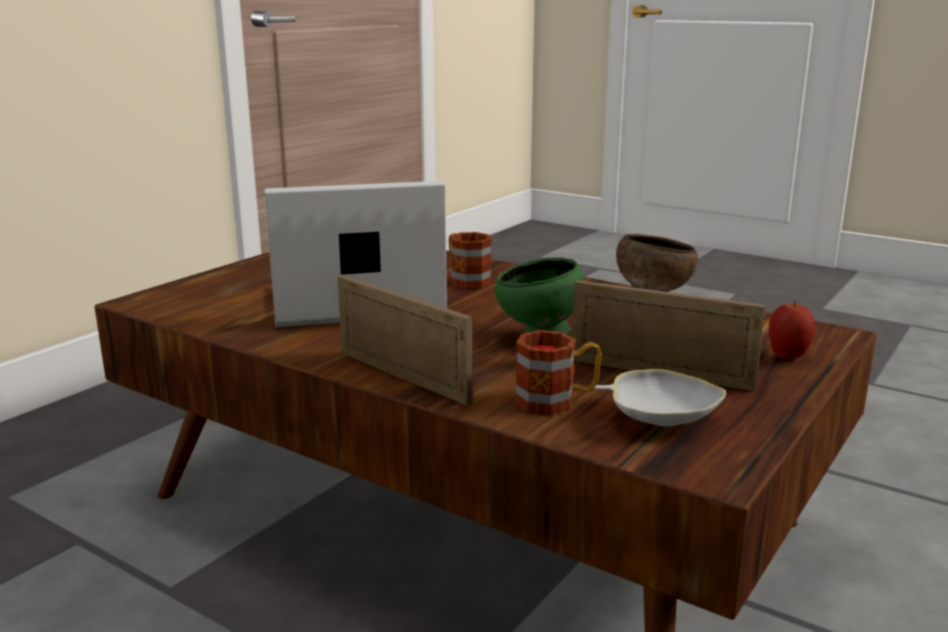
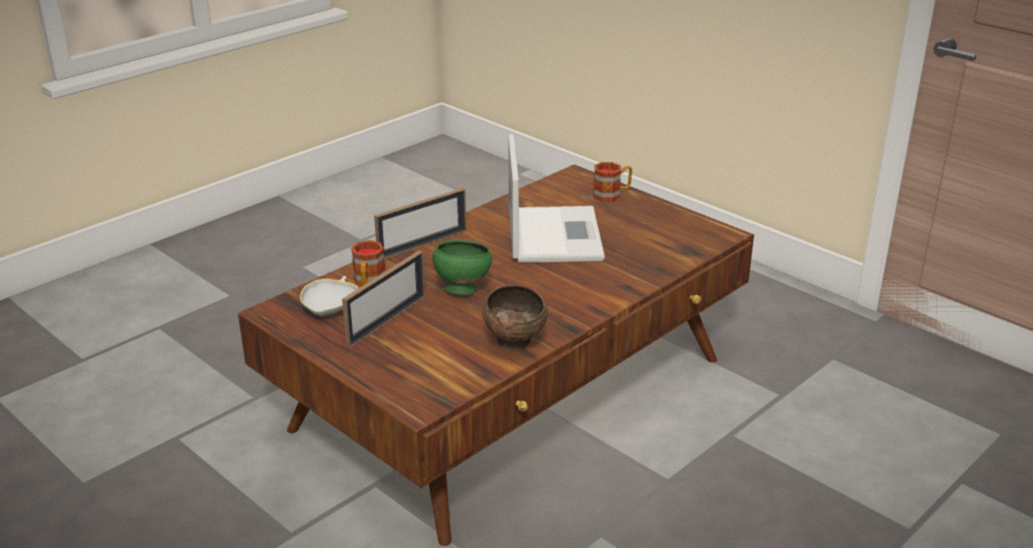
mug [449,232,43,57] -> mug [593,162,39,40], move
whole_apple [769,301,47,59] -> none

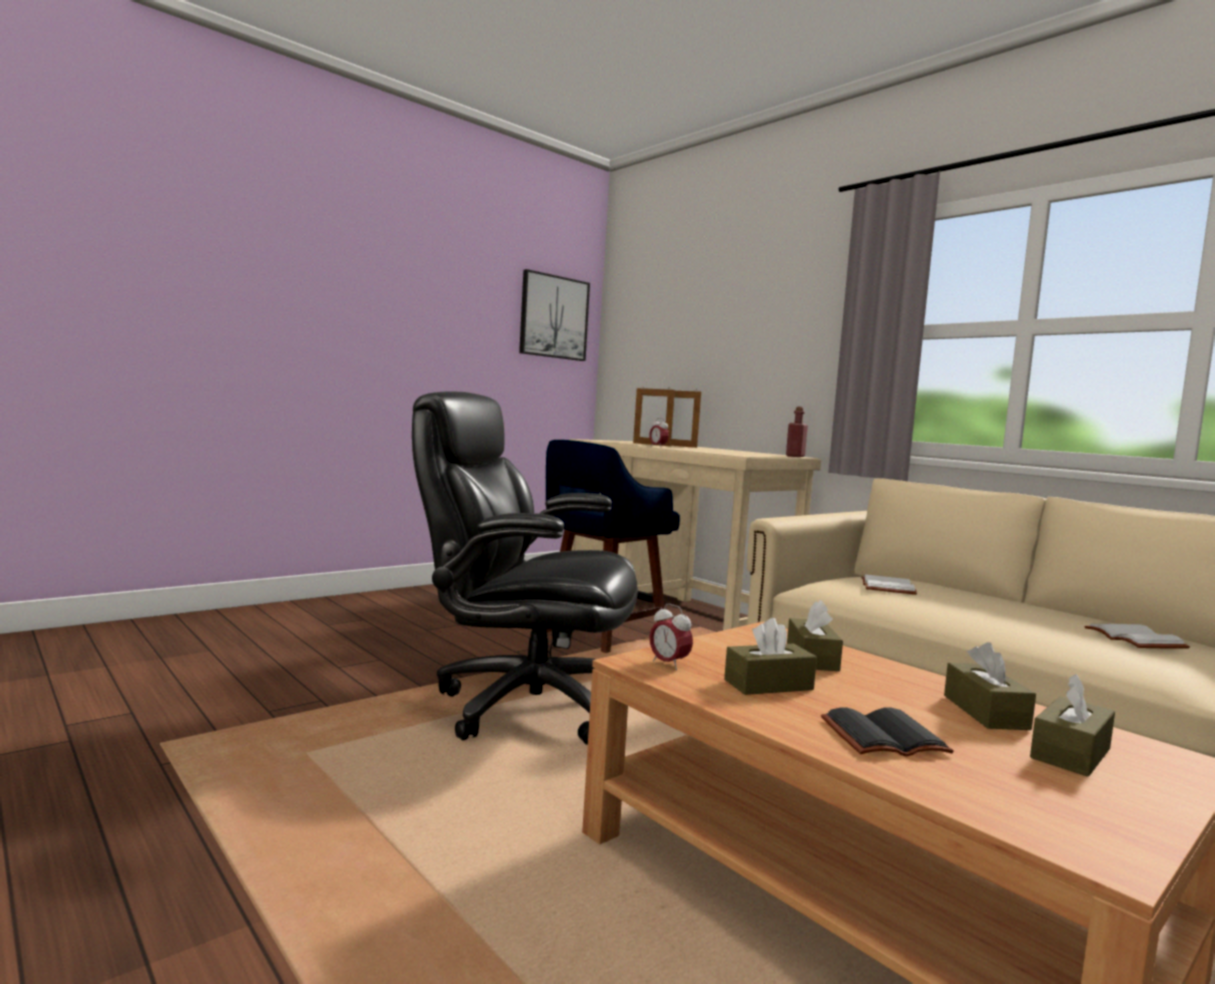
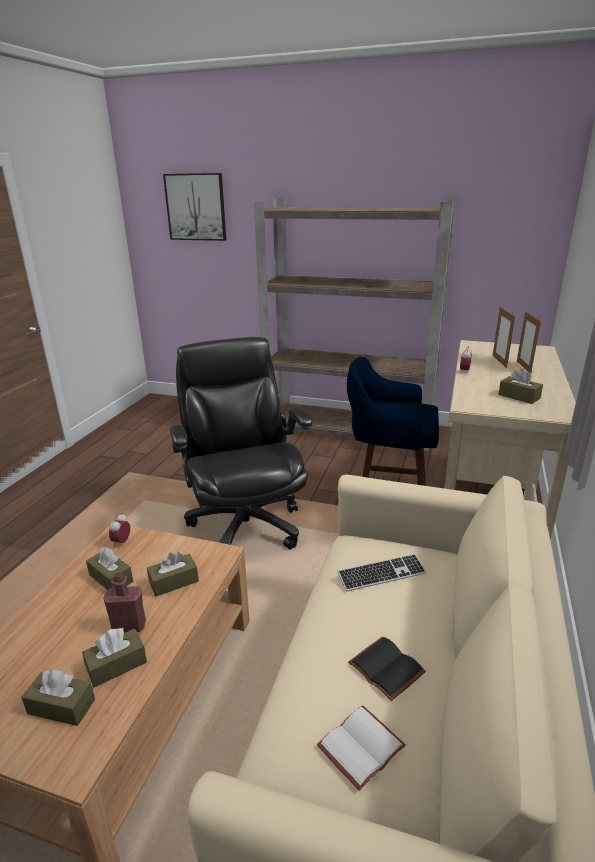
picture [519,269,71,92] -> picture [163,173,63,68], move
red-coloured_bottle [786,407,22,50] -> red-coloured_bottle [103,572,43,61], move
white-coloured_bound_book [861,574,56,21] -> computer_keyboard [337,554,90,38]
blackish_bound_book [821,707,133,50] -> blackish_bound_book [348,636,78,65], move
none -> brown_shelving_unit [254,198,202,253]
none -> brown_box_of_tissues [498,368,45,36]

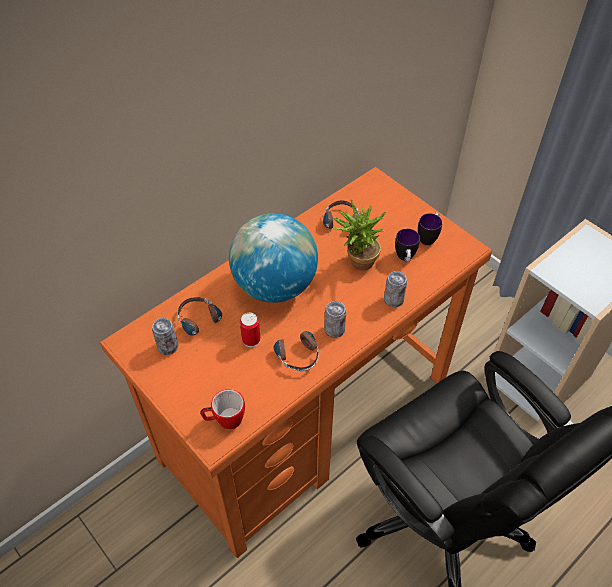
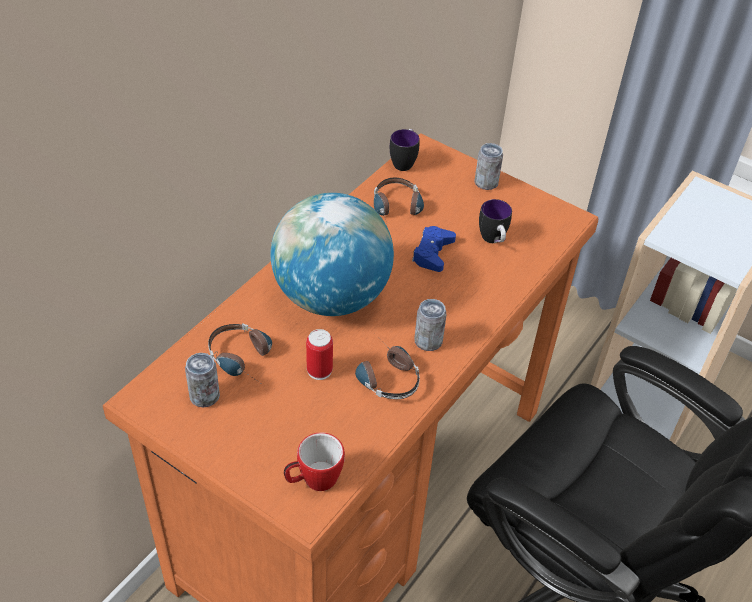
plant_in_a_pot [332,200,55,70] -> blue-coloured_gamepad [412,226,44,46]
mug [418,213,24,32] -> mug [390,129,30,42], move
sealed_can [384,271,23,36] -> sealed_can [474,143,29,47], move

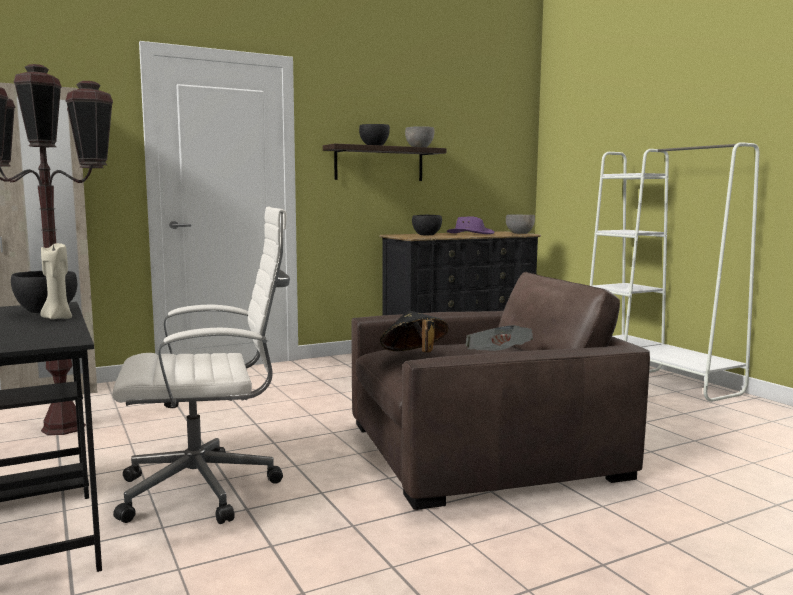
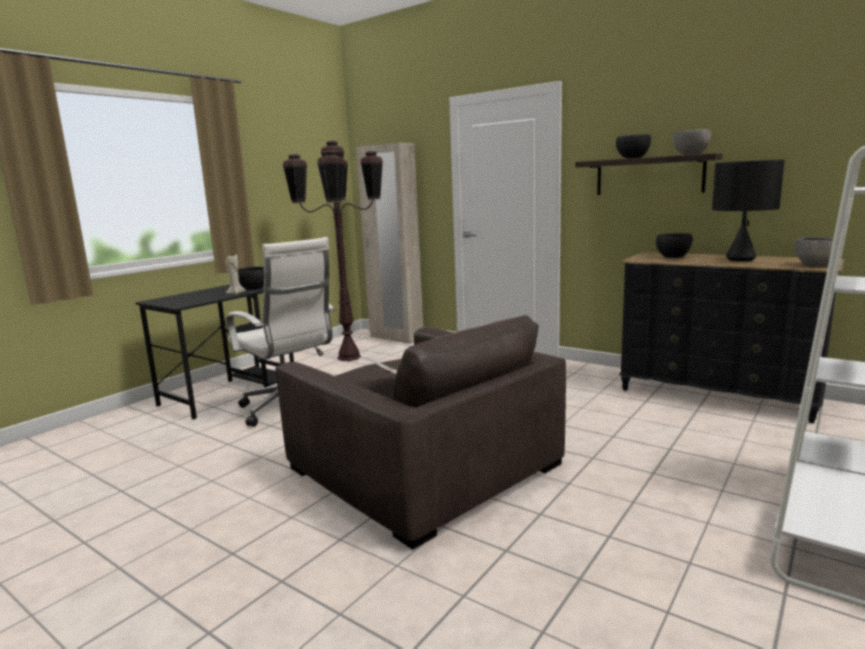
purplish_clothing_hat [447,216,48,18] -> blackish_lamp_for_a_table [712,160,73,101]
blackish_clothing_hat [380,311,68,41] -> none

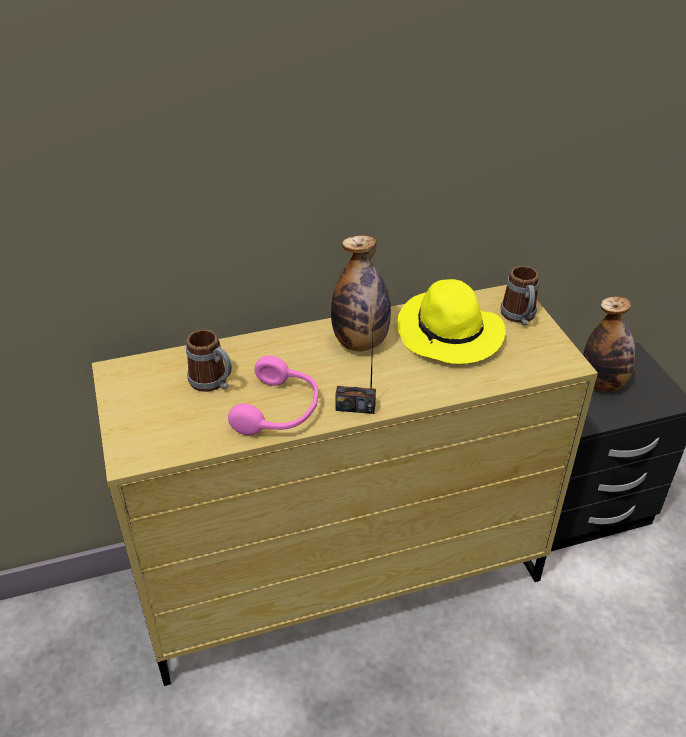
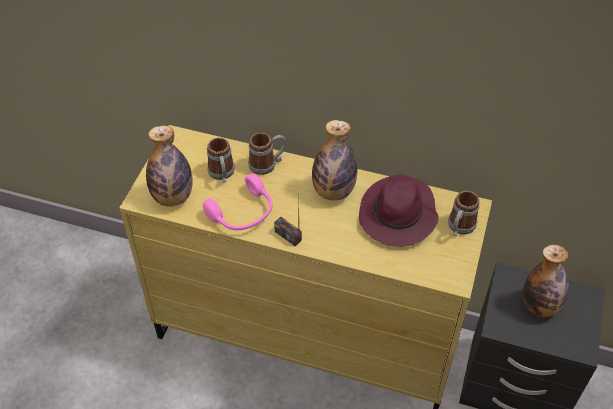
yellowish_clothing_hat [397,279,109,85] -> purplish_clothing_hat [359,175,80,72]
none -> bottle [146,125,46,82]
none -> mug [248,133,39,42]

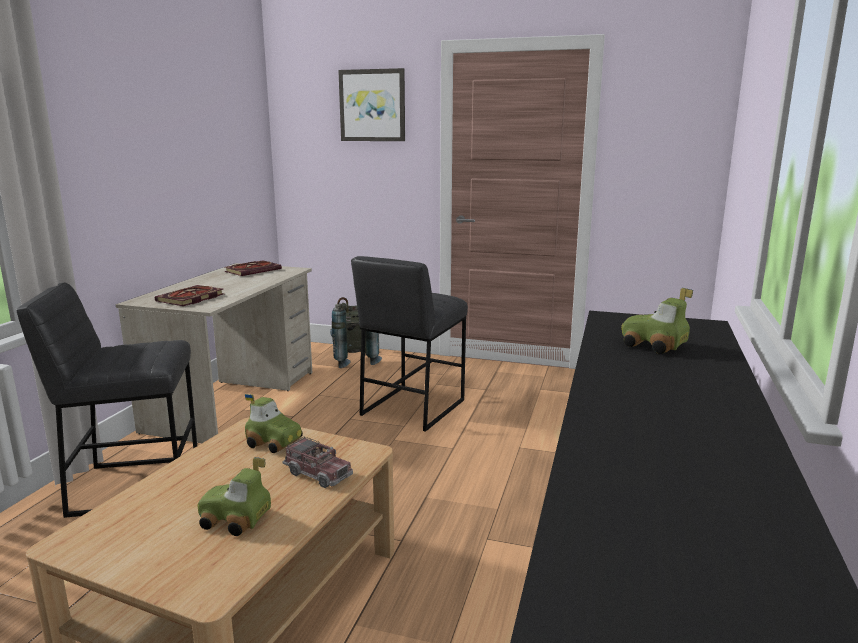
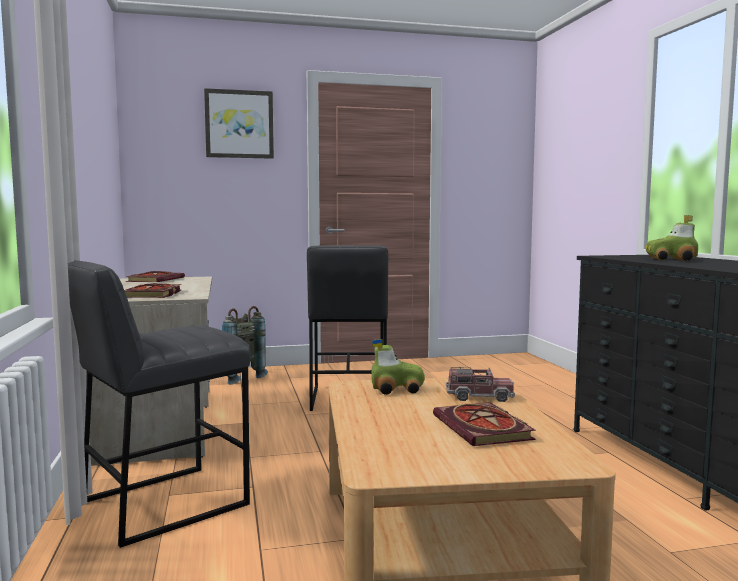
model_car [197,457,74,79] -> bound_book [433,402,103,44]

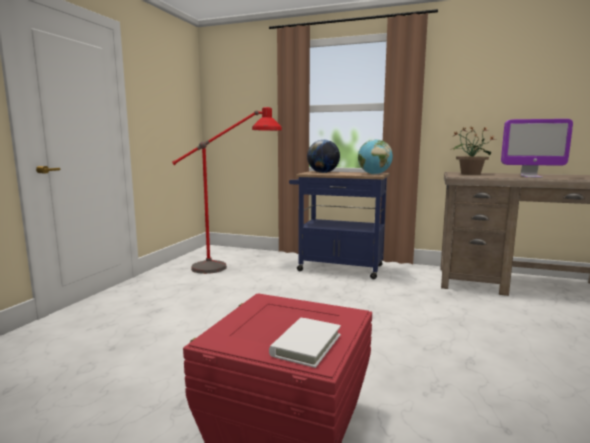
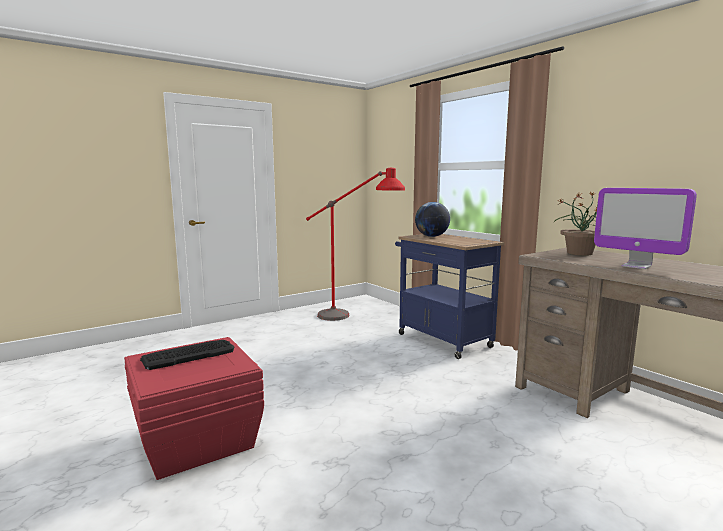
globe [358,139,35,36] -> none
white-coloured_bound_book [269,318,72,50] -> none
none -> computer_keyboard [140,340,95,30]

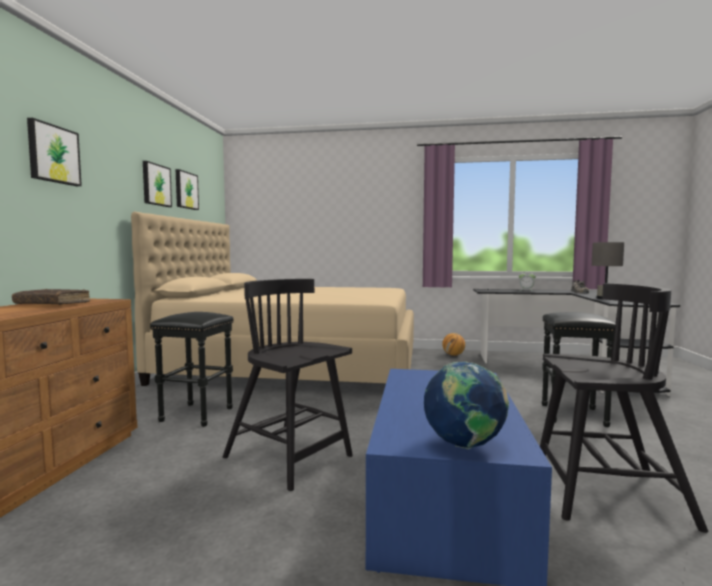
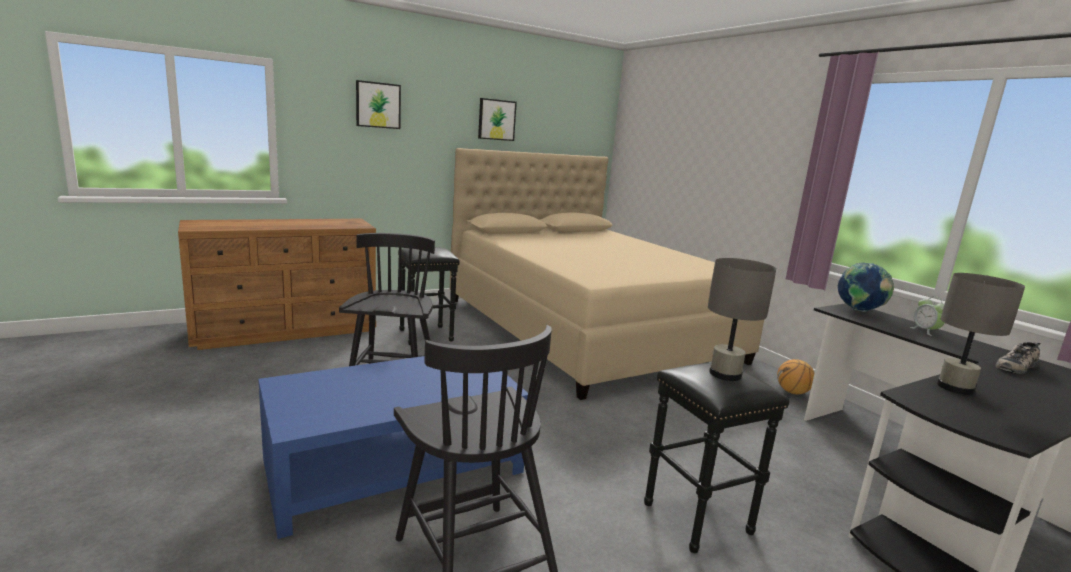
picture [175,169,24,41] -> none
brown_bound_book [12,289,78,16] -> none
globe [424,361,85,88] -> globe [838,262,56,50], move
none -> greyish_lamp_for_a_table [708,258,68,123]

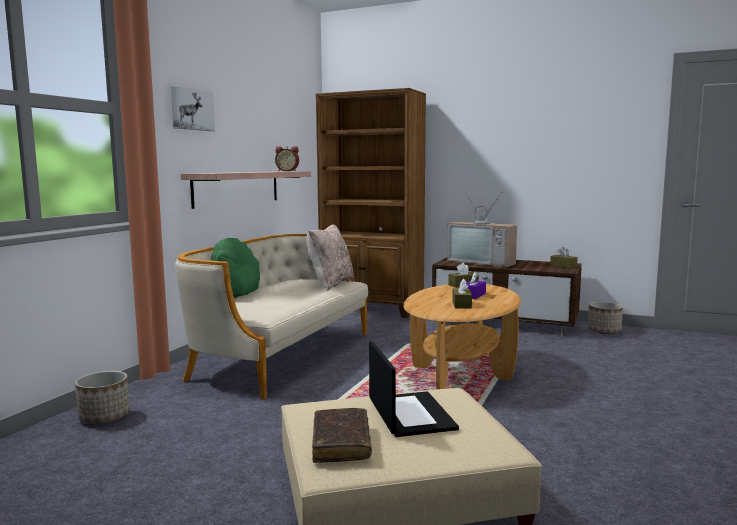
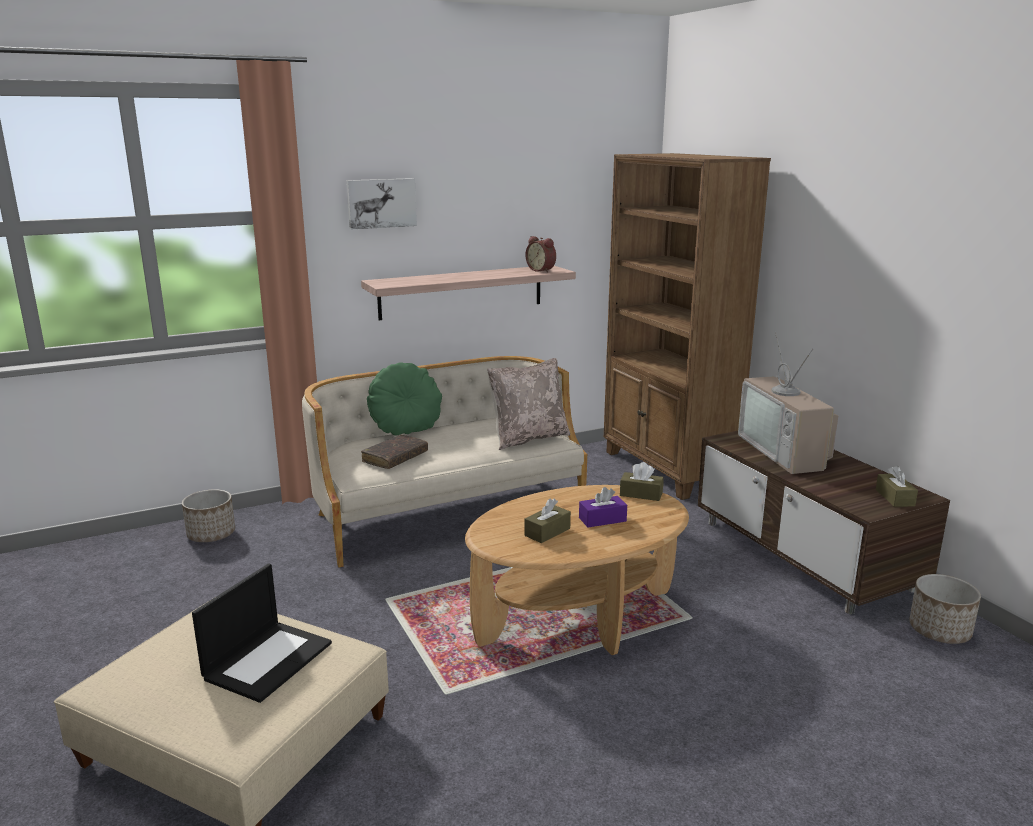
brown_bound_book [312,408,60,55] -> brown_bound_book [361,435,67,34], move

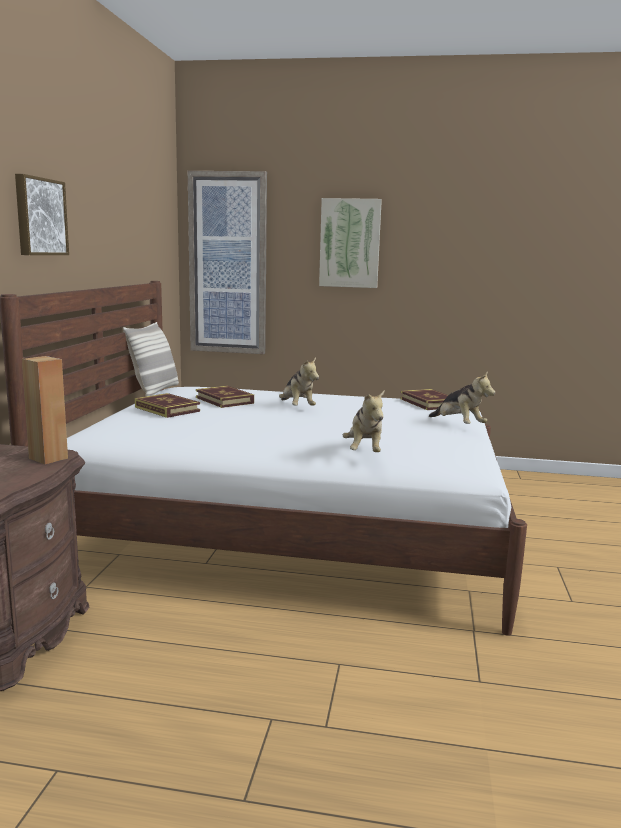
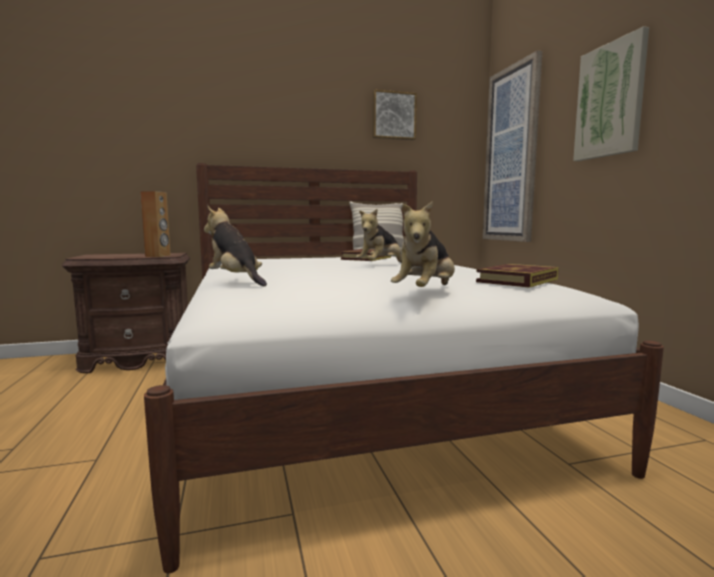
picture [15,174,54,81] -> picture [372,89,45,51], move
plush_toy [343,391,41,61] -> plush_toy [204,205,63,81], 75 degrees clockwise
bound_book [135,393,65,25] -> none

